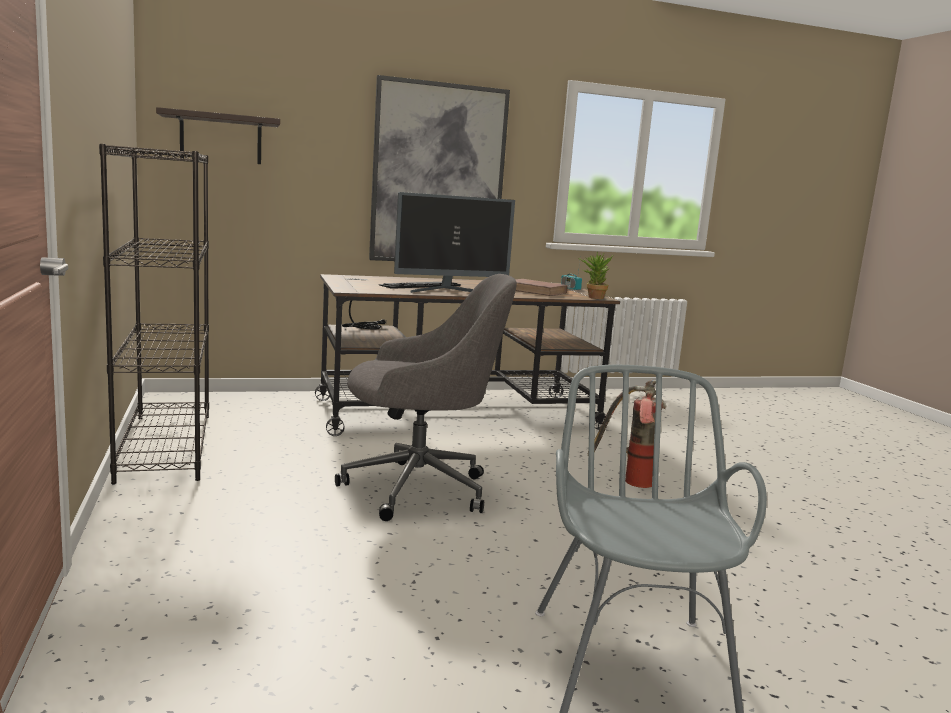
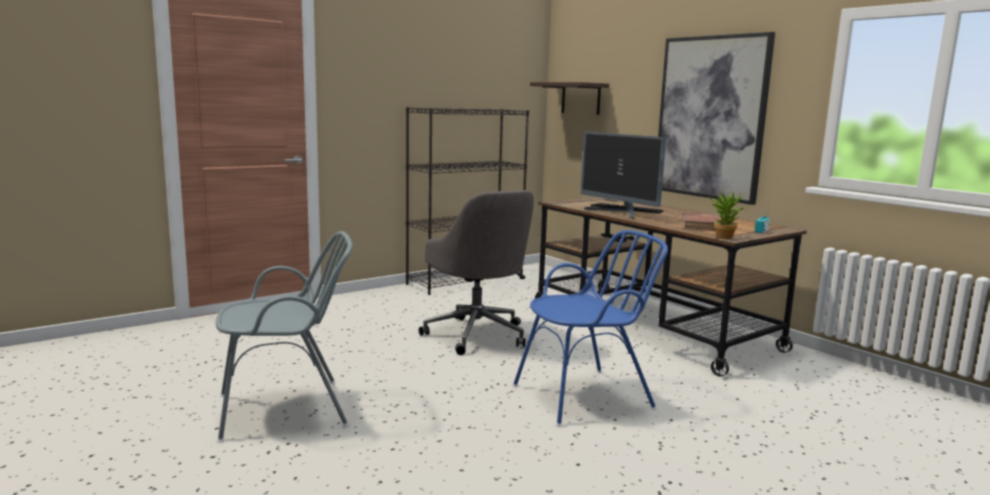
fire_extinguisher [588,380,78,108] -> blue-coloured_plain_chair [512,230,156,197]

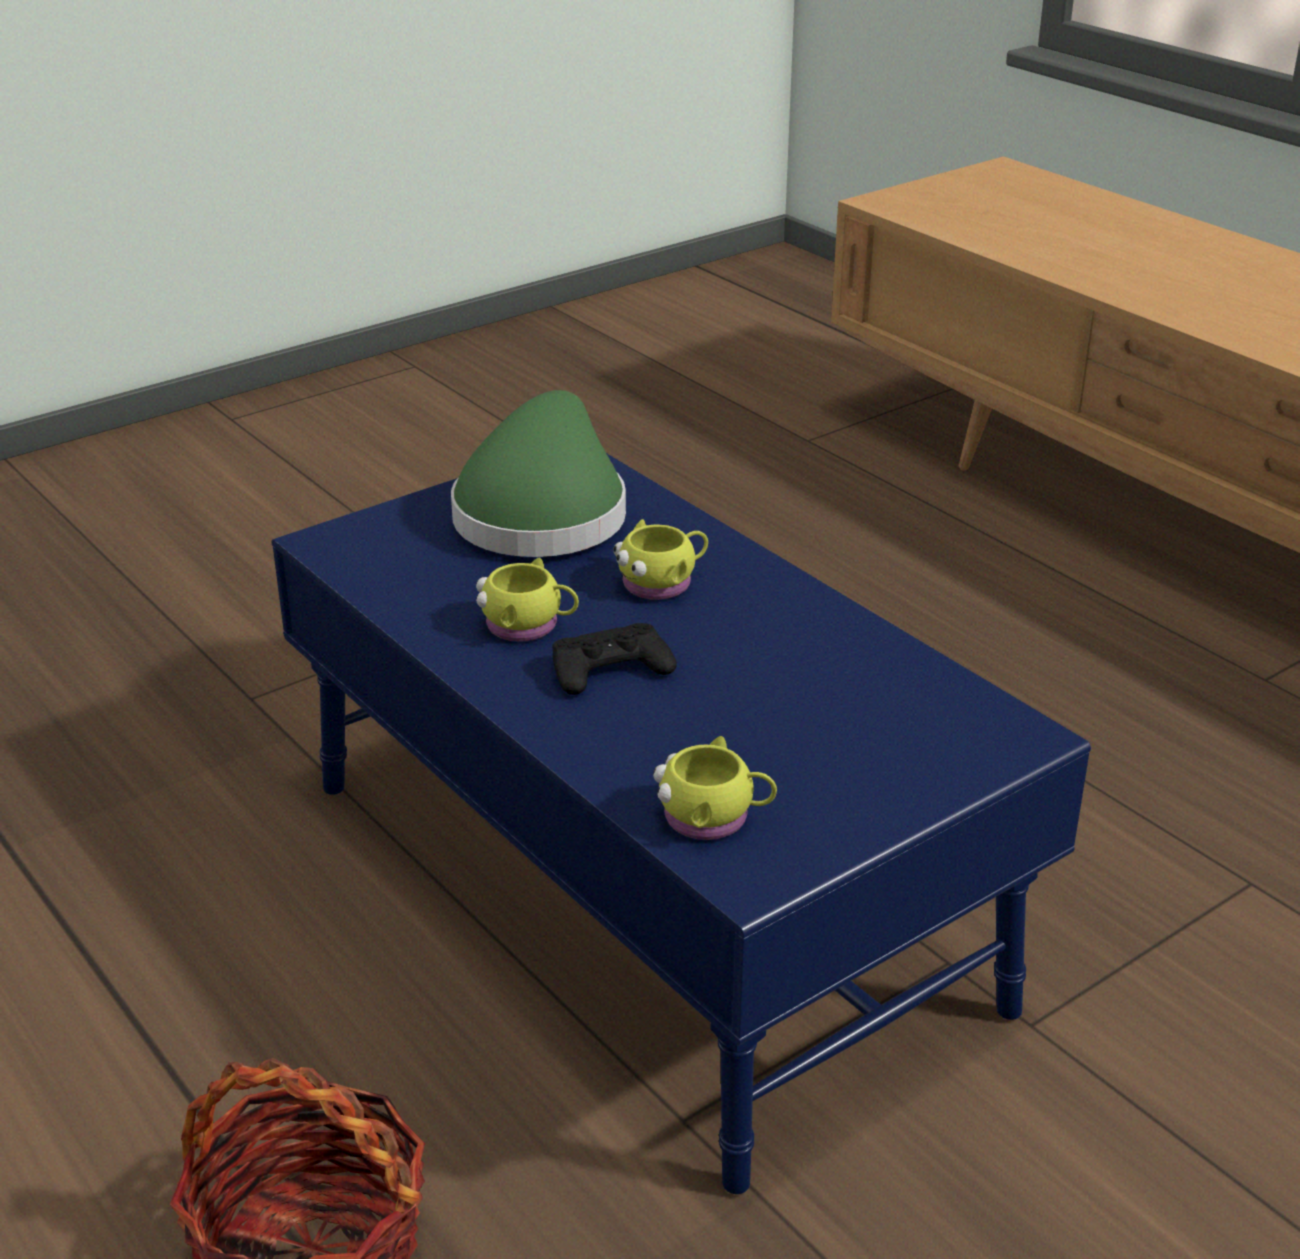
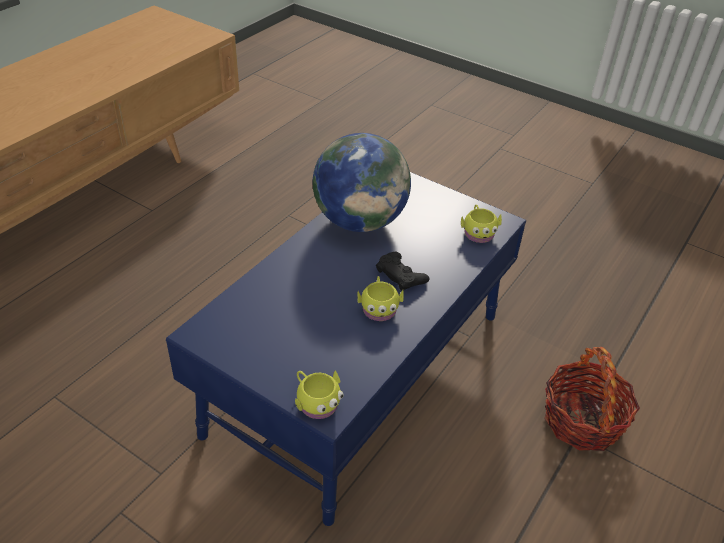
greenish_clothing_hat [451,390,175,167] -> none
yellowish_mug [613,519,95,81] -> yellowish_mug [295,371,48,48], move
none -> globe [313,133,98,99]

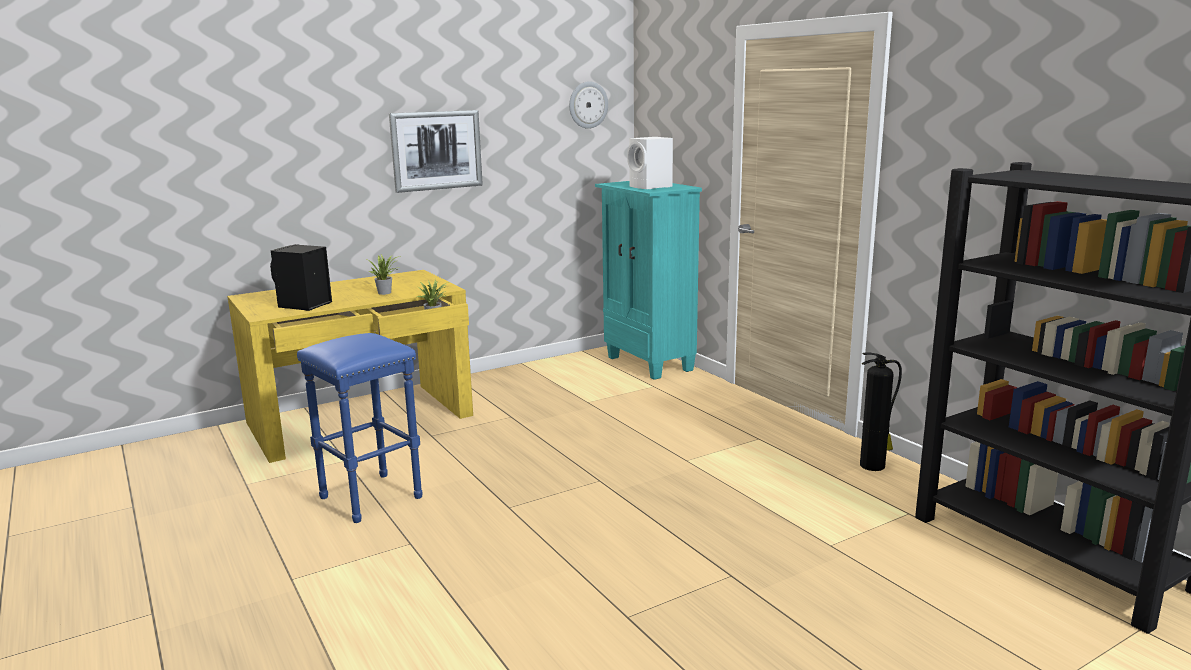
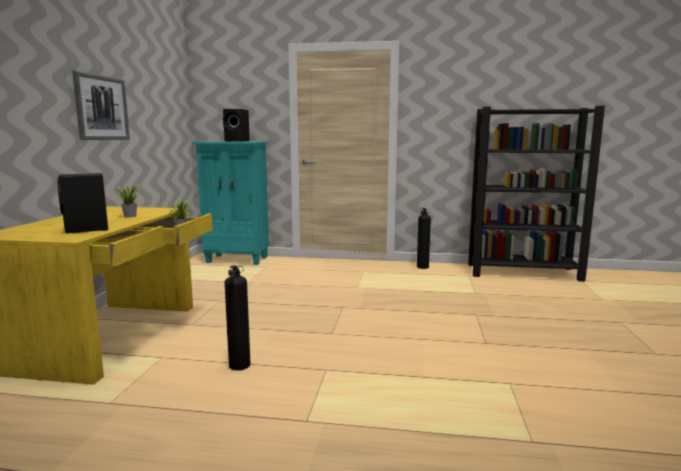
wall_clock [569,81,39,48] -> none
white-coloured_audio_speaker [627,137,46,52] -> blackish_audio_speaker [223,109,27,33]
blue-coloured_sitting_stool [297,333,125,190] -> fire_extinguisher [225,266,26,104]

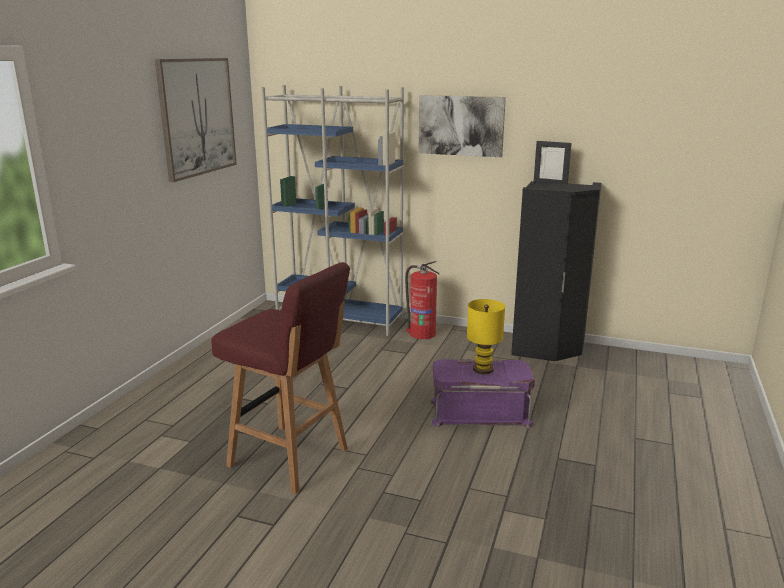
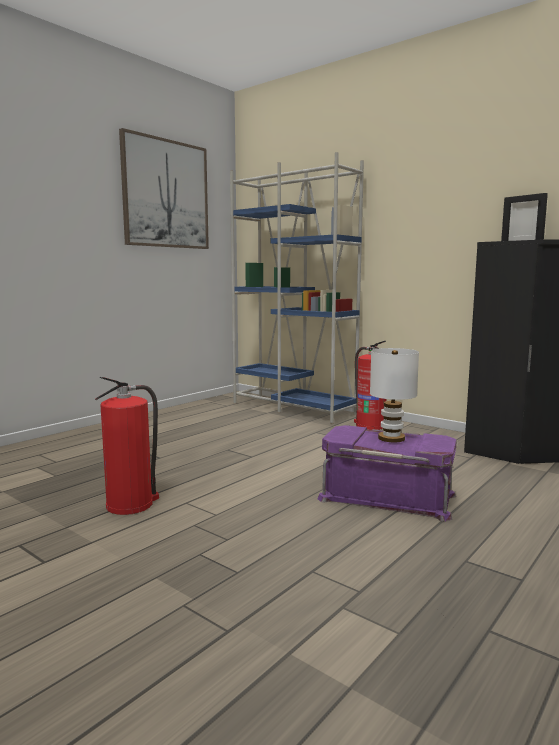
picture [419,95,87,62] -> none
red-coloured_sitting_stool [211,262,139,232] -> fire_extinguisher [95,377,64,138]
yellowish_lamp_for_a_table [467,299,38,75] -> white-coloured_lamp_for_a_table [370,348,49,94]

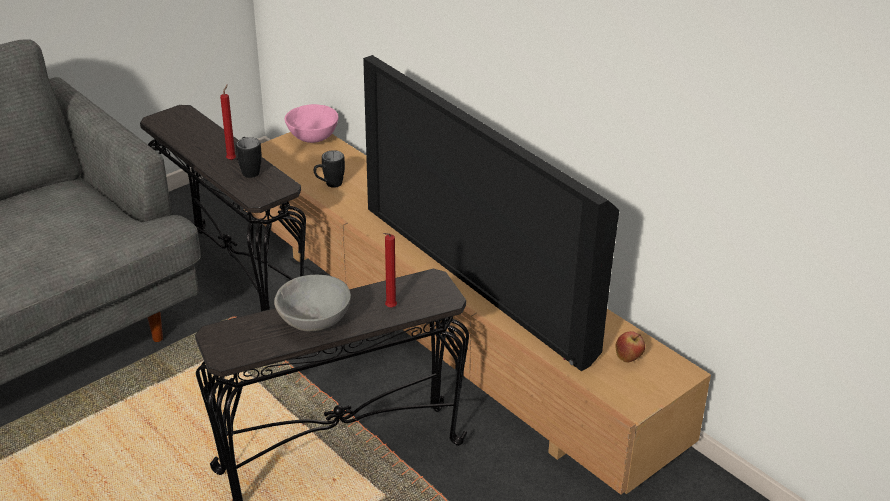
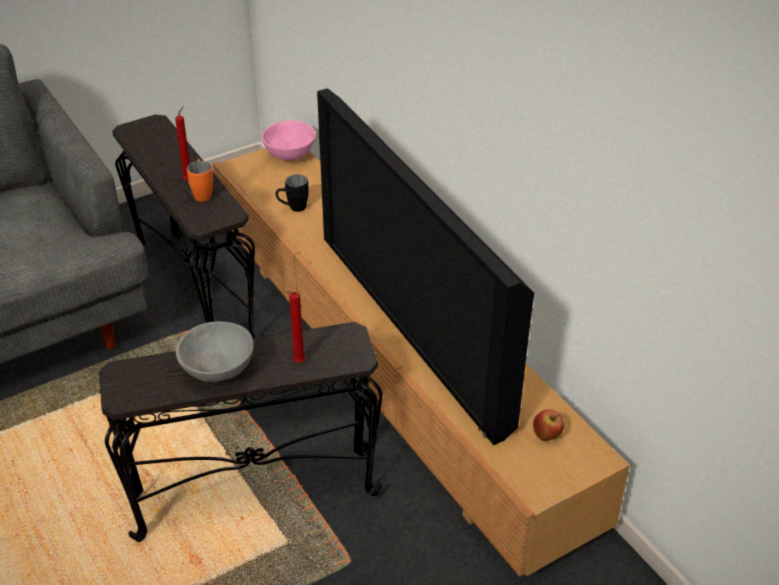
blackish_mug [236,137,26,41] -> orange_mug [187,159,26,43]

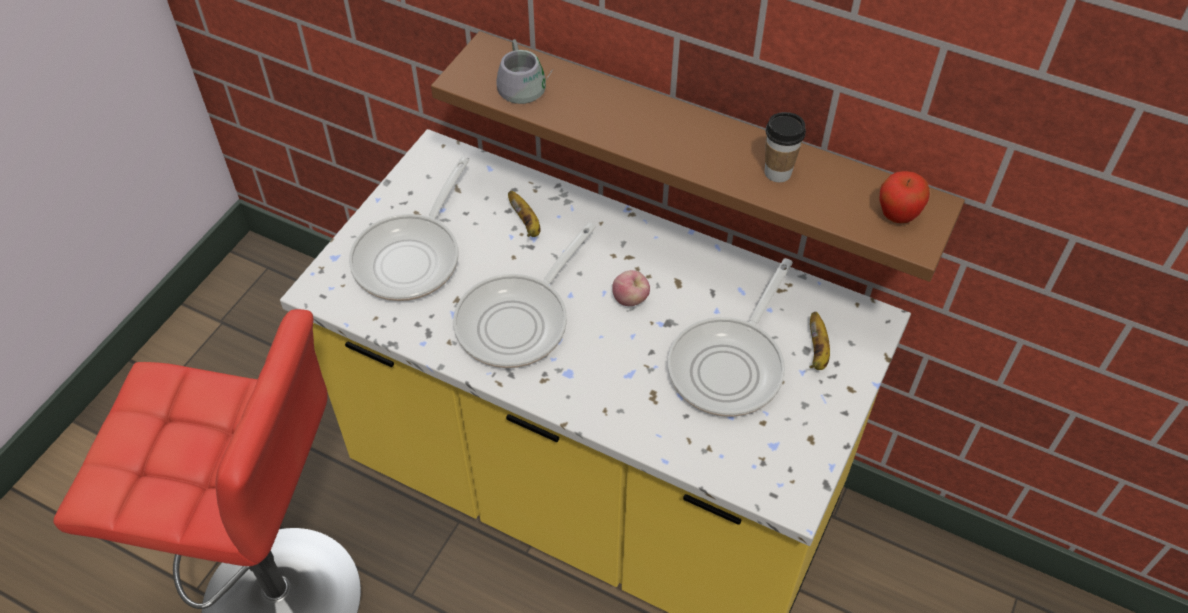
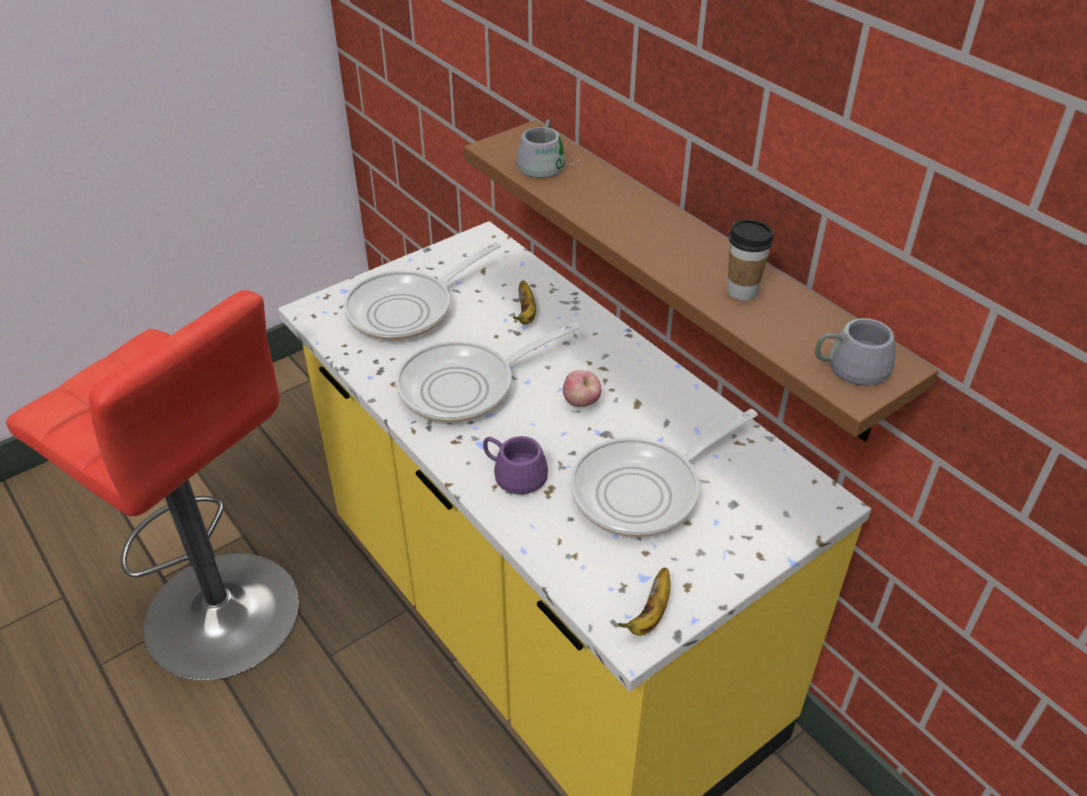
whole_apple [879,171,51,52] -> greyish_mug [815,318,81,68]
banana_fruit [810,312,20,58] -> banana_fruit [617,568,54,67], move
none -> purplish_mug [483,436,65,59]

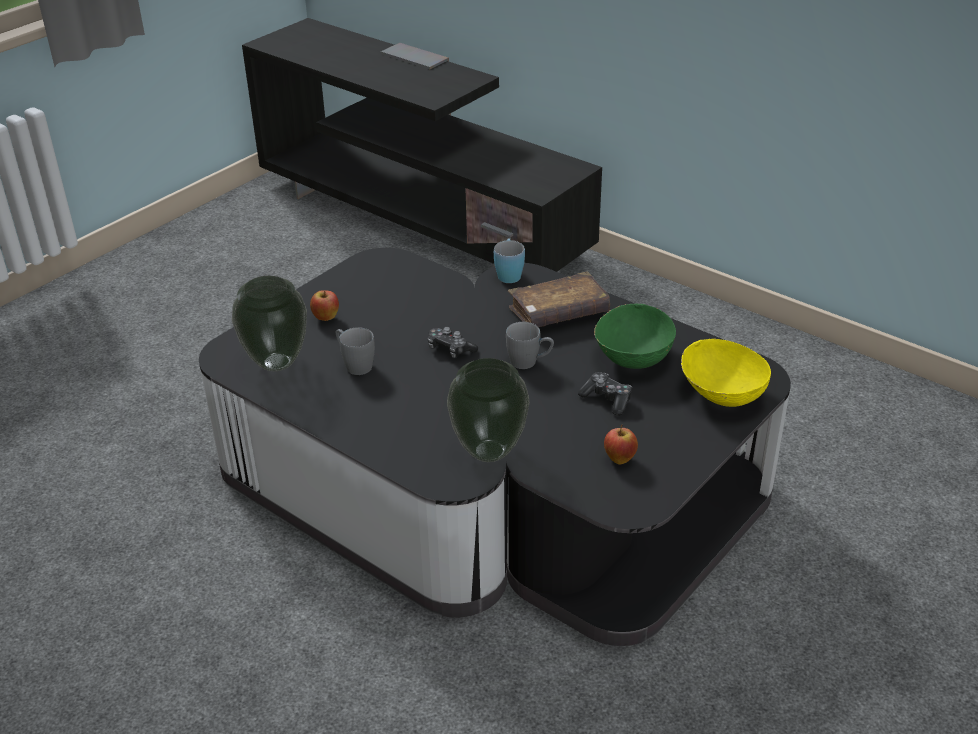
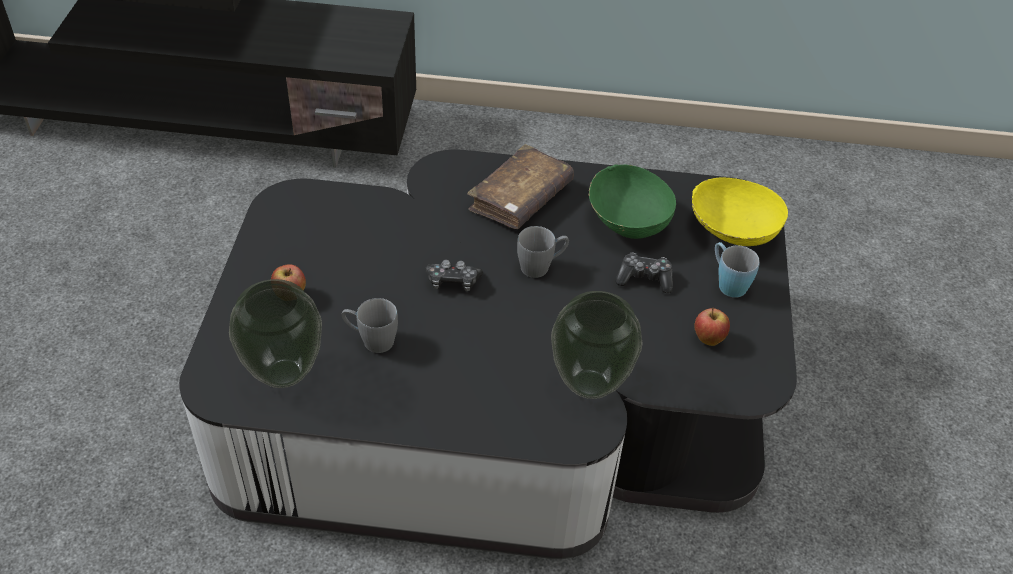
blue-coloured_mug [494,238,31,45] -> blue-coloured_mug [715,242,45,56], move

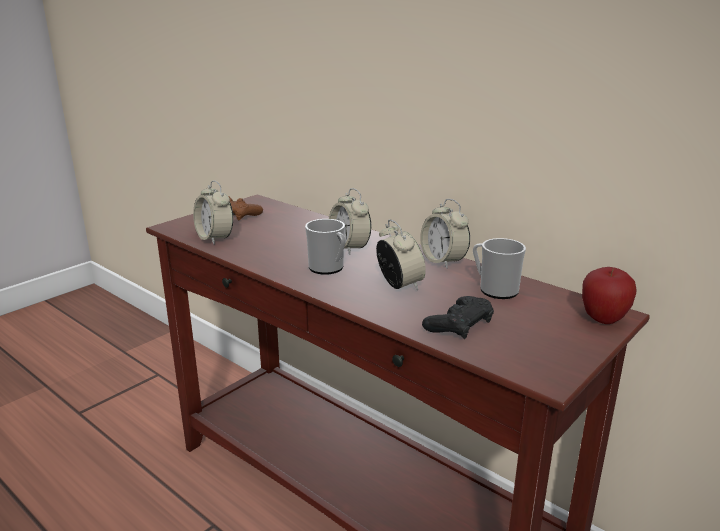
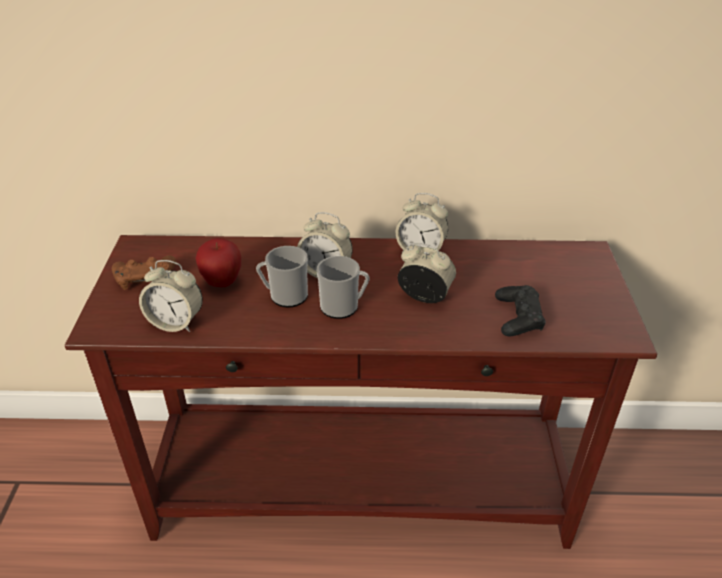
mug [473,238,53,61] -> mug [256,246,52,62], move
whole_apple [582,267,55,57] -> whole_apple [195,238,46,49], move

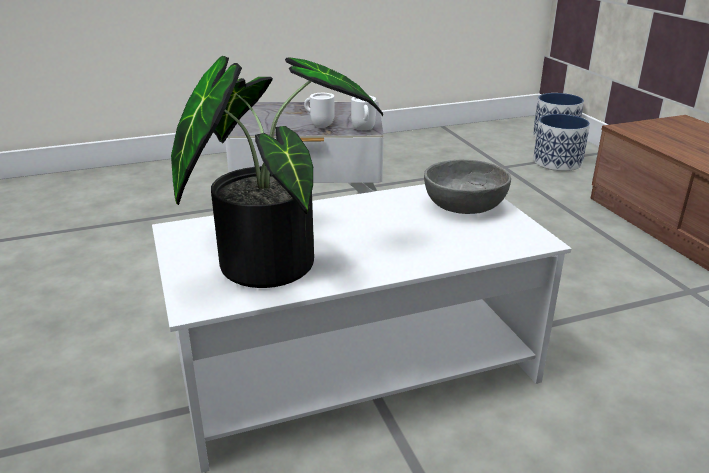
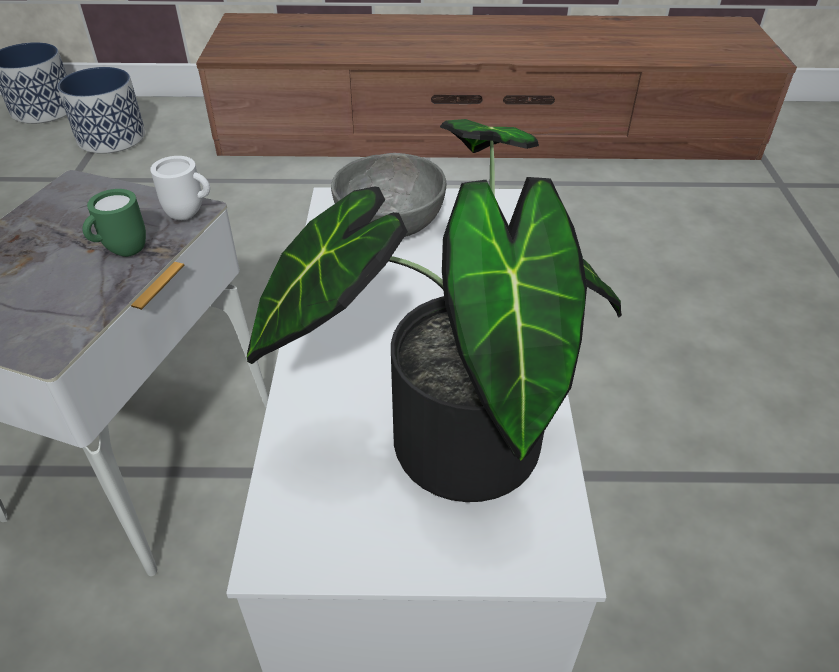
white-coloured_mug [304,93,31,35] -> greenish_mug [82,189,64,68]

